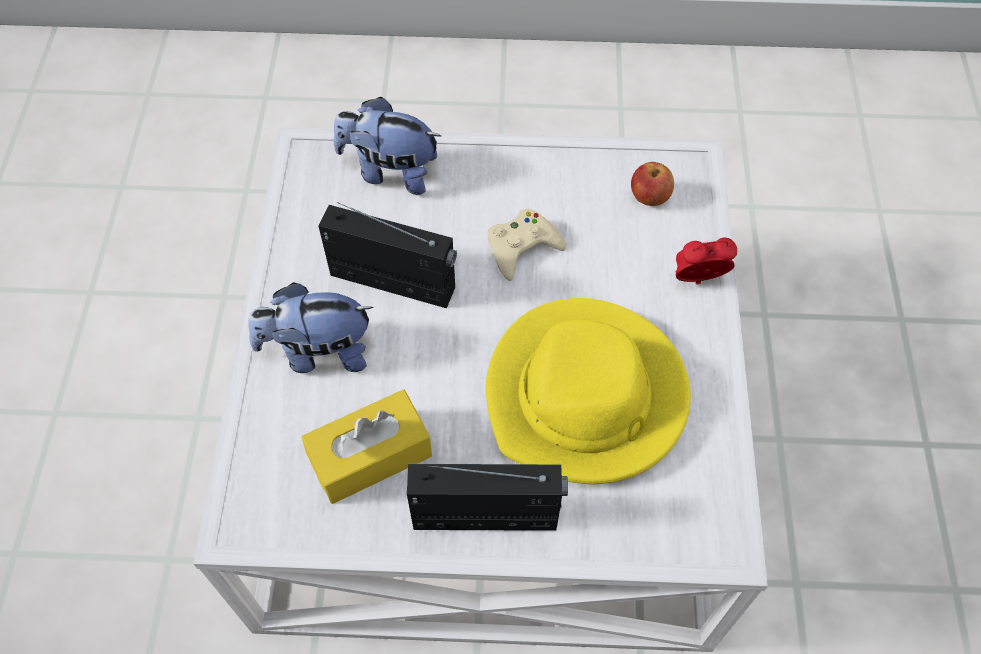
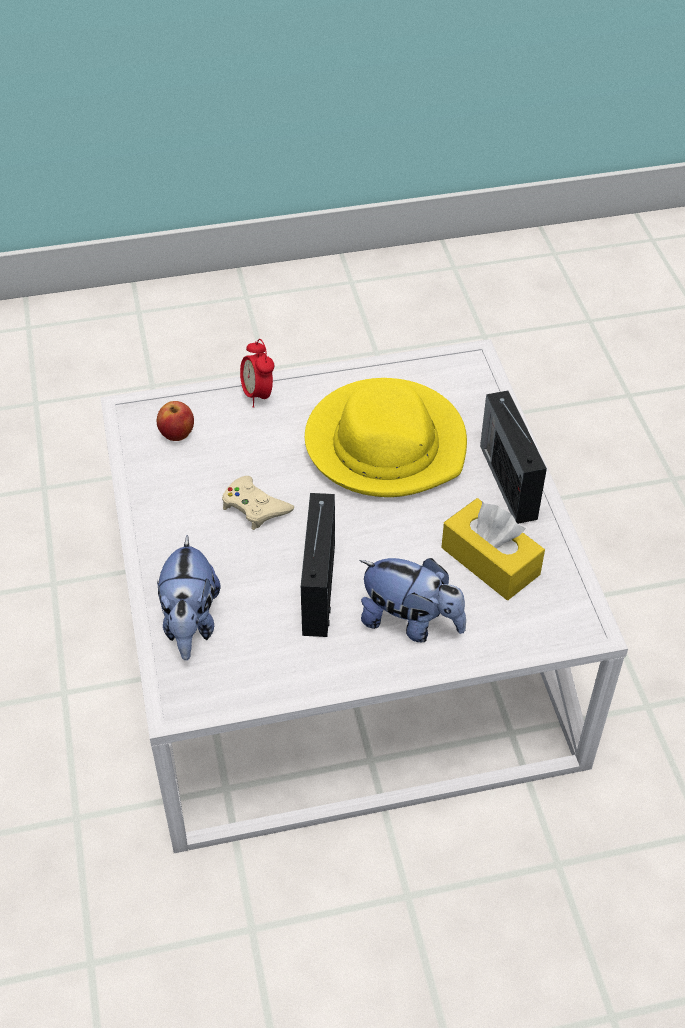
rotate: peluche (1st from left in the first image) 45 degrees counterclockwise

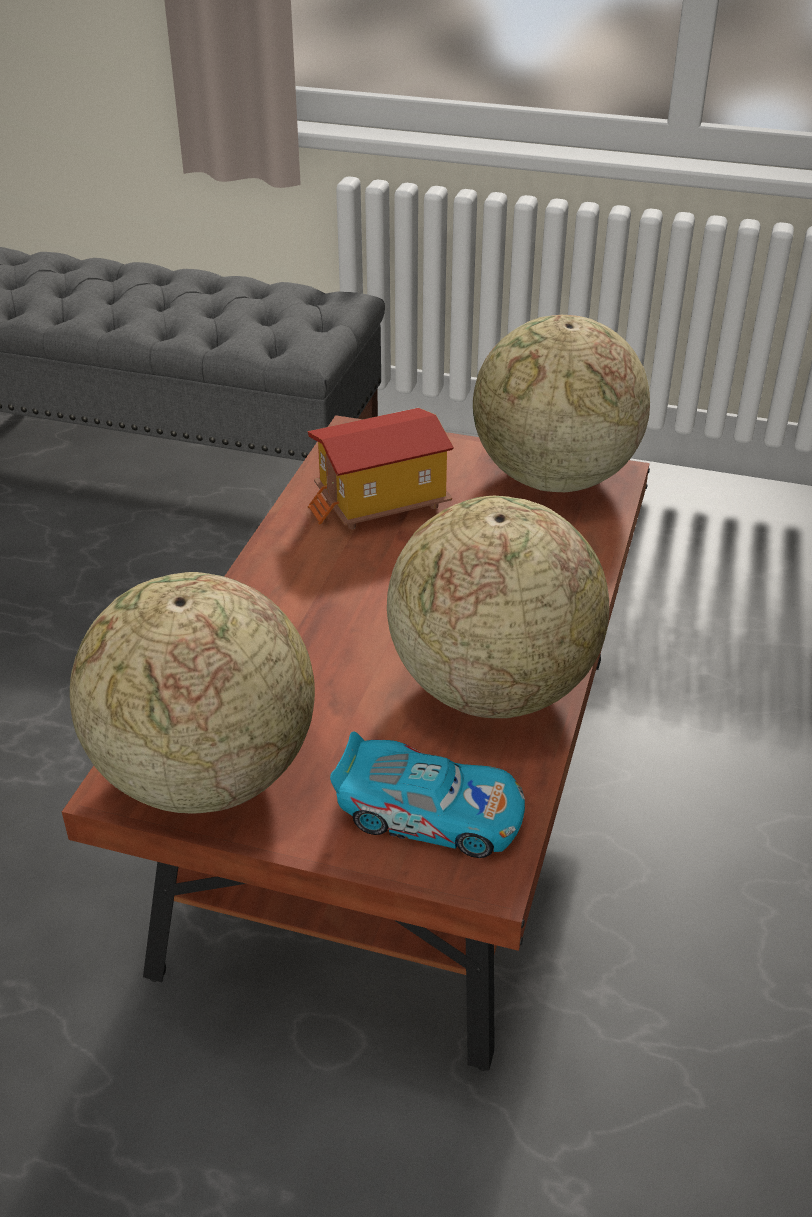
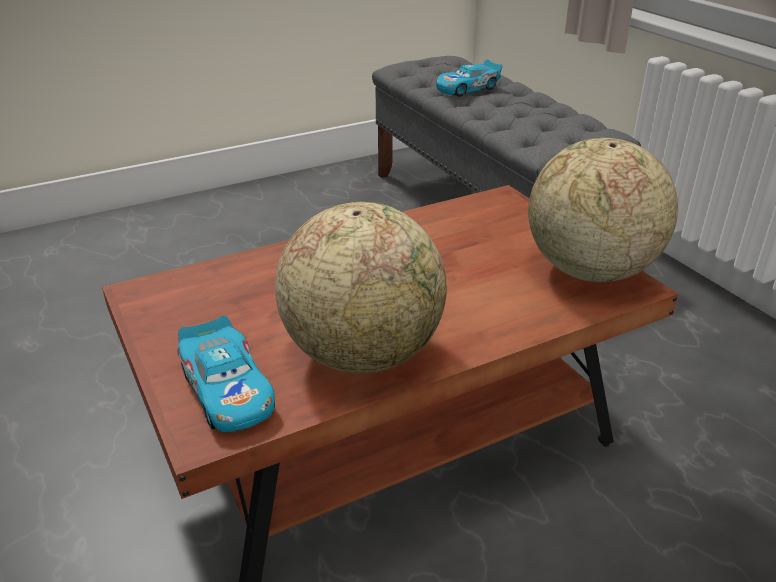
delete: maison miniature; globe (1st from left)
insert: petite voiture (2nd from left)

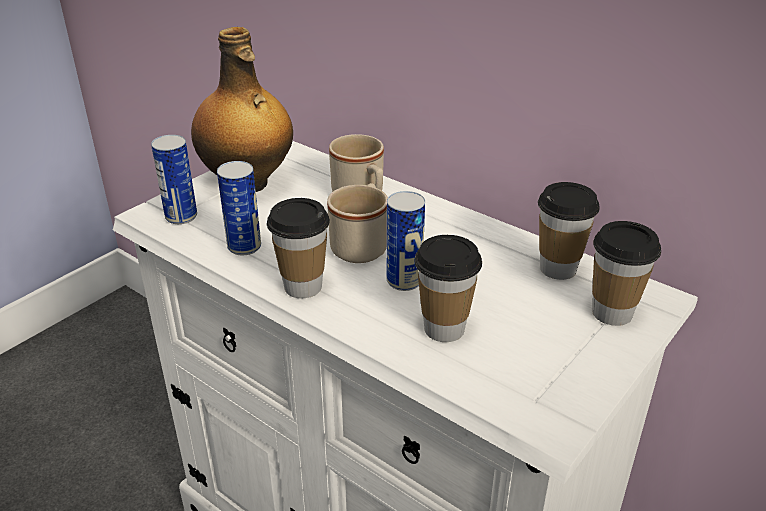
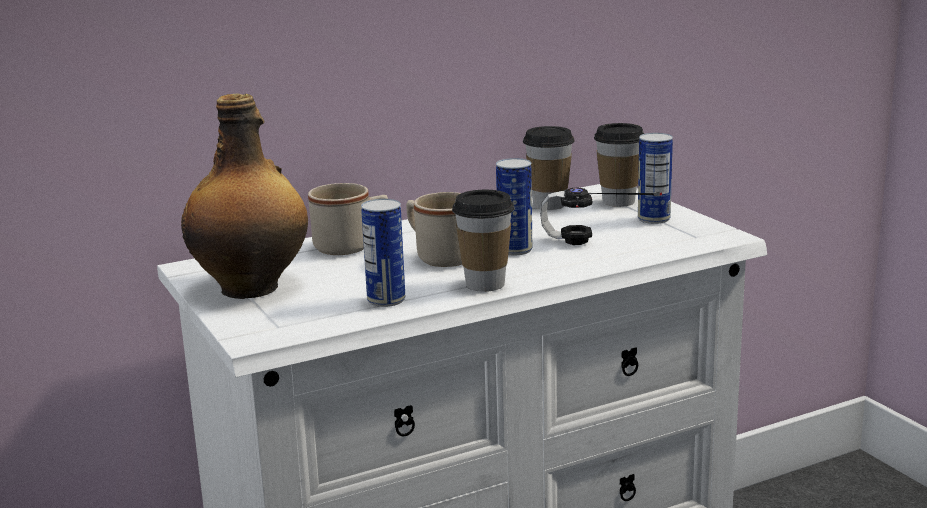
move: boîte métallique (1st from left in the first image) to boîte métallique (3rd from left)
replace: tasse (2nd from left) to casque audio

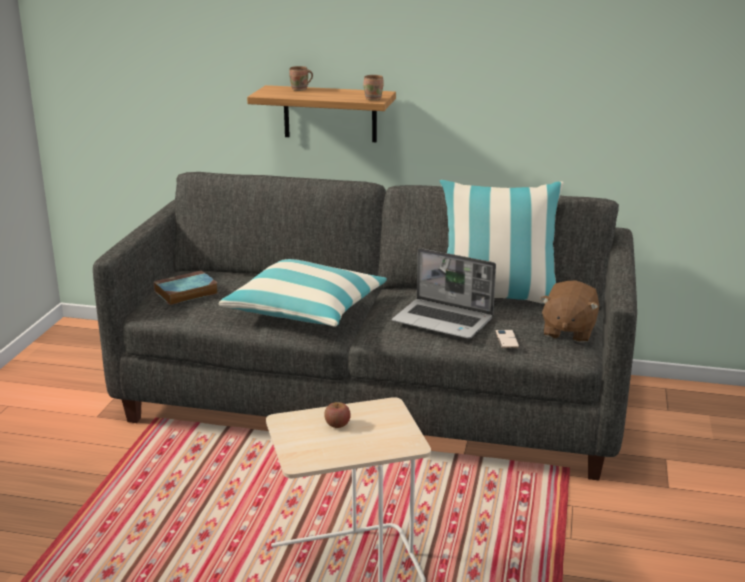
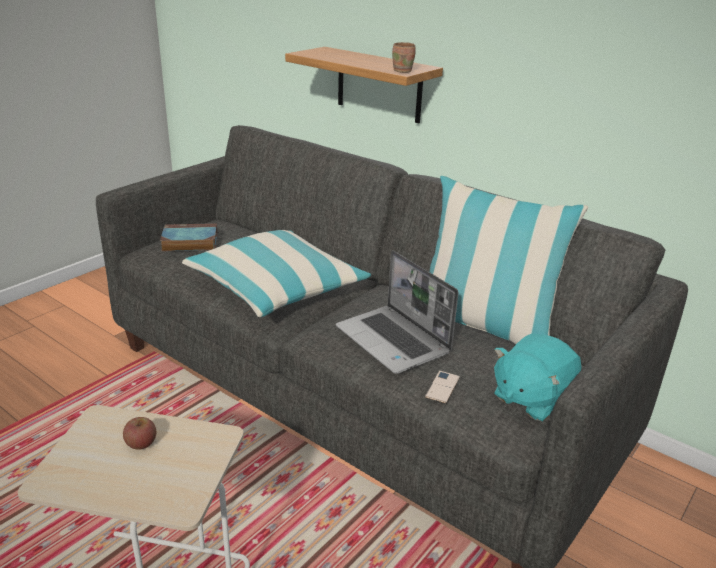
delete: mug (marron) (1st from left)
recolor: peluche (marron) to peluche (turquoise)

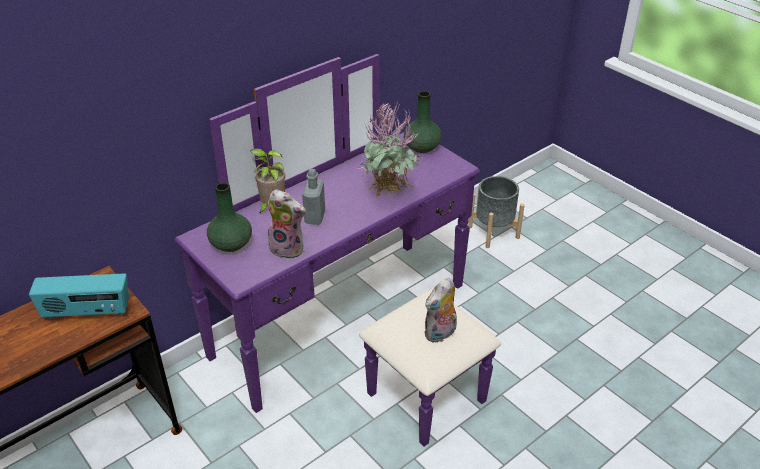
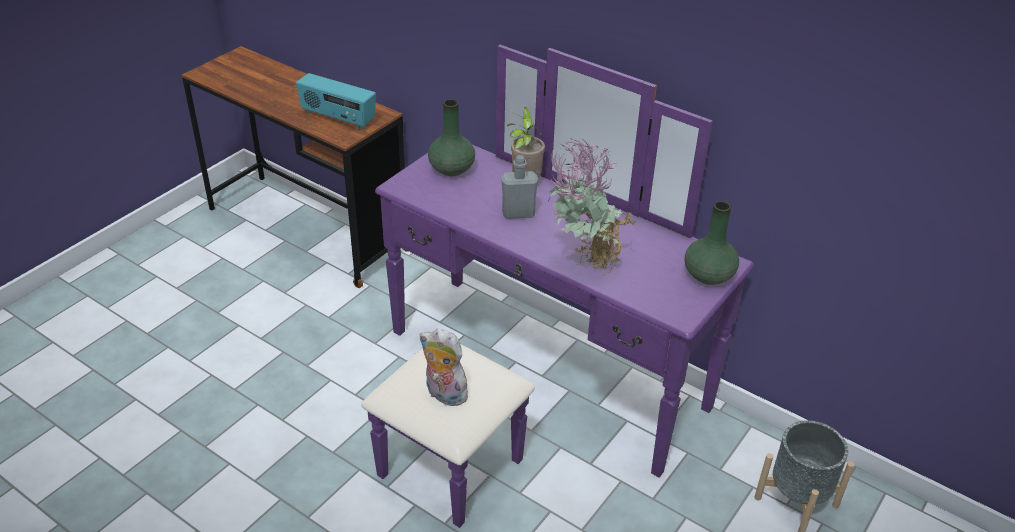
delete: peluche (1st from left)
rotate: radio 45 degrees counterclockwise

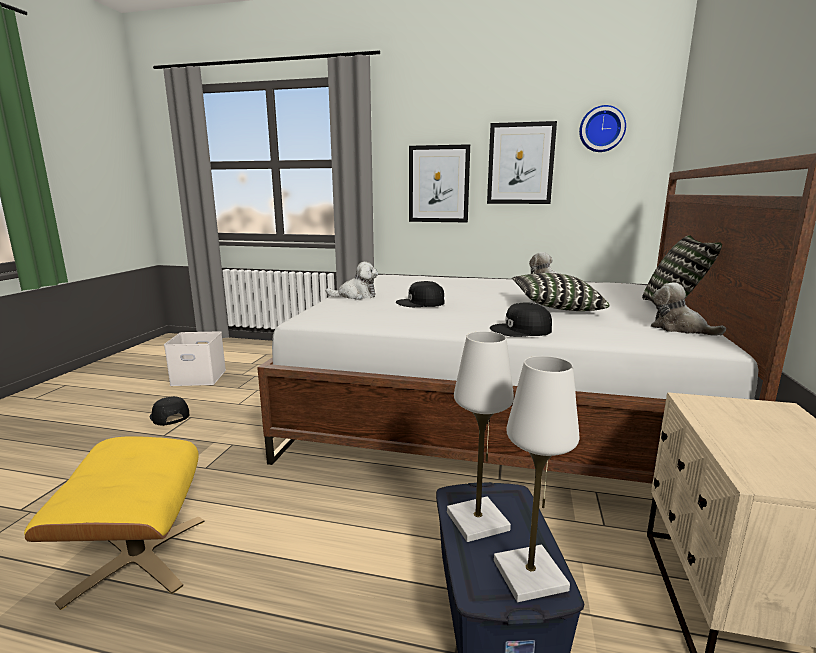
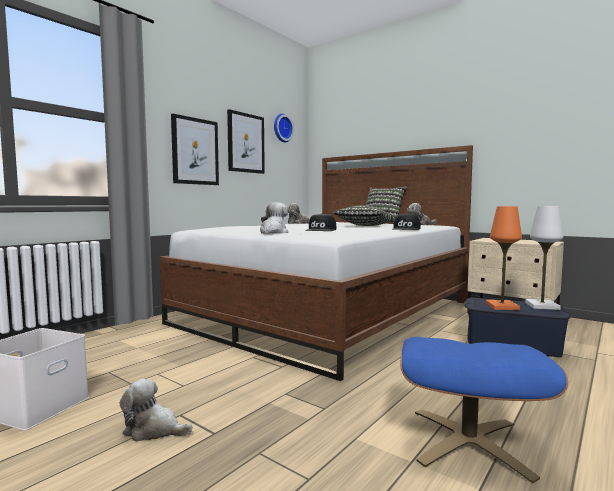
replace: casquette (noir) (1st from left) to peluche (1st from left)
recolor: lampe de table (blanc) (1st from left) to lampe de table (orange); pouf (jaune) to pouf (bleu)

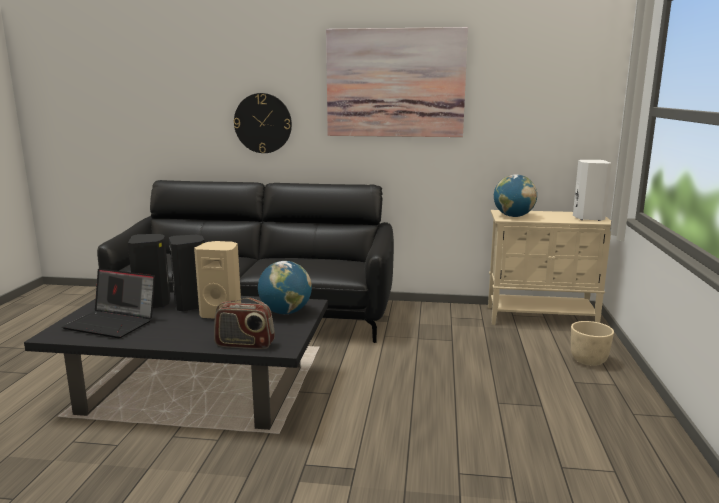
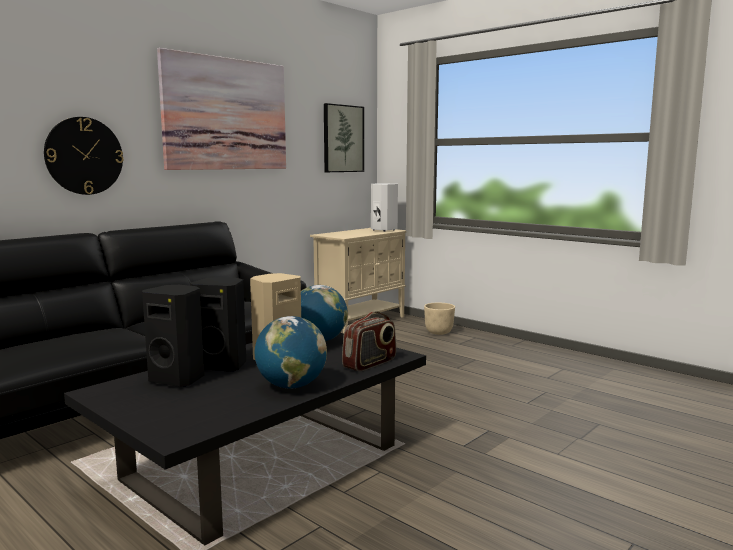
delete: ordinateur portable
insert: tableau (2nd from left)
move: globe (2nd from left in the first image) to globe (1st from left)

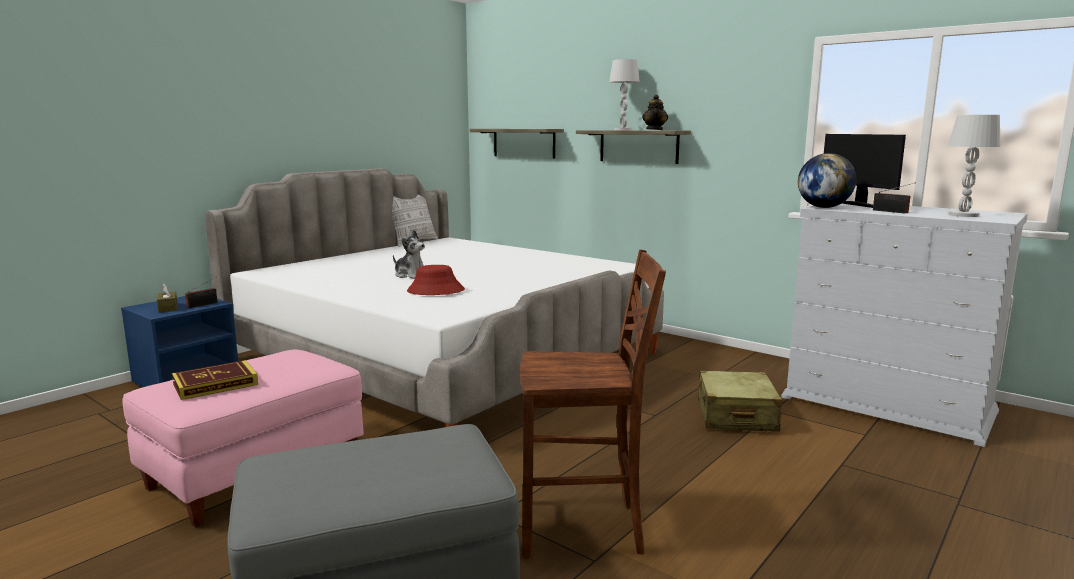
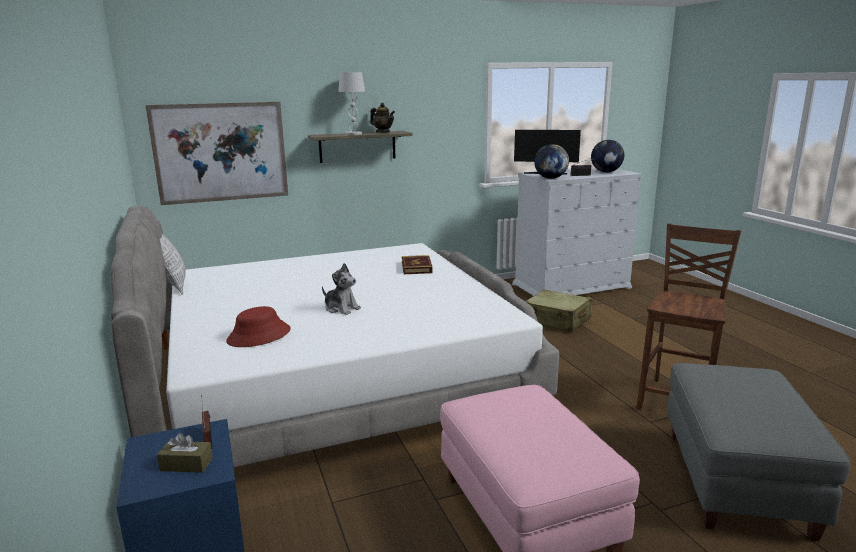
move: chapeau (rouge); livre
replace: lampe de table (blanc) (2nd from left) to globe (2nd from left); étagère (1st from left) to tableau
rotate: peluche 60 degrees clockwise

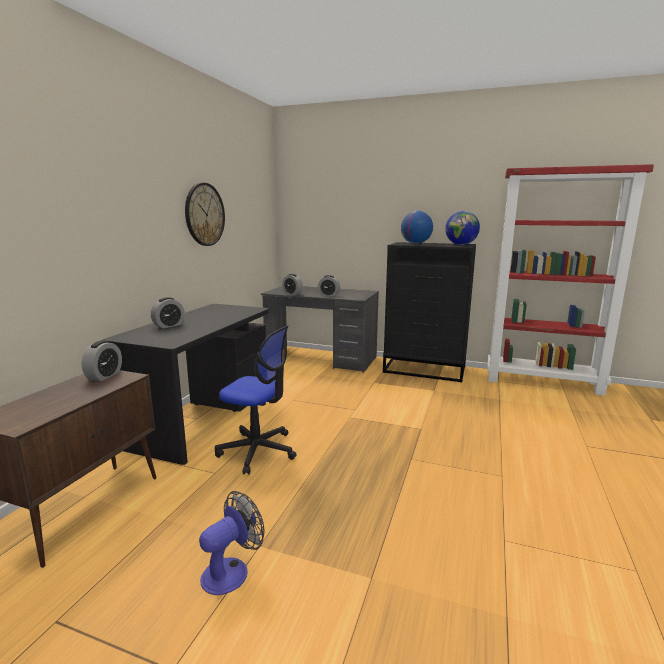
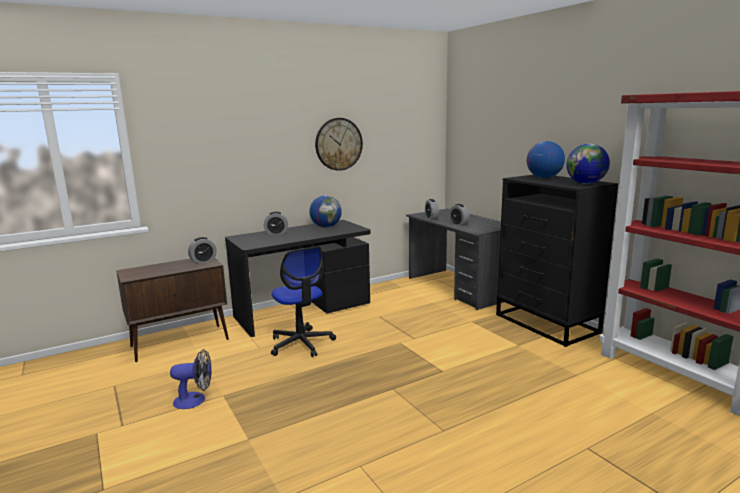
insert: globe (1st from left)

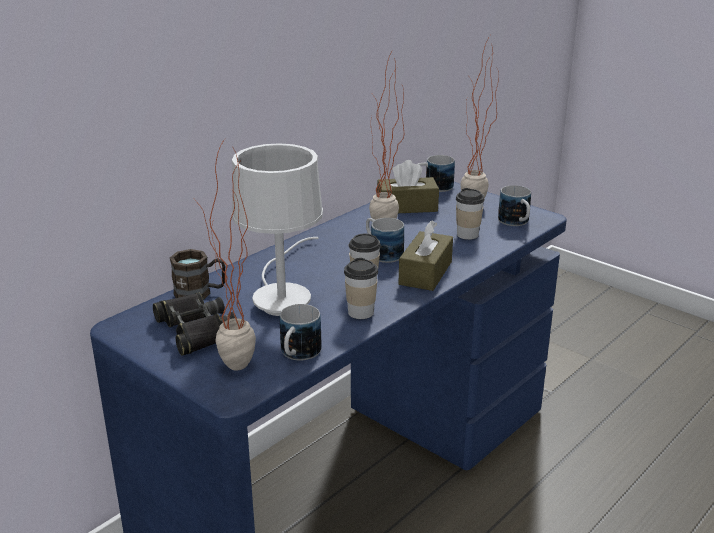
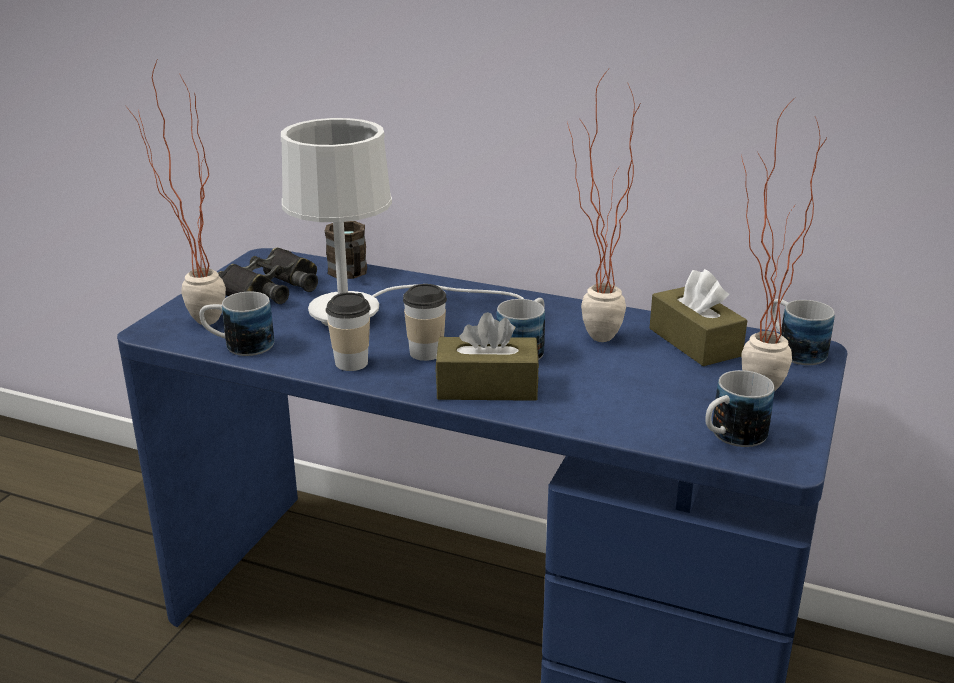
delete: tasse (3rd from left)

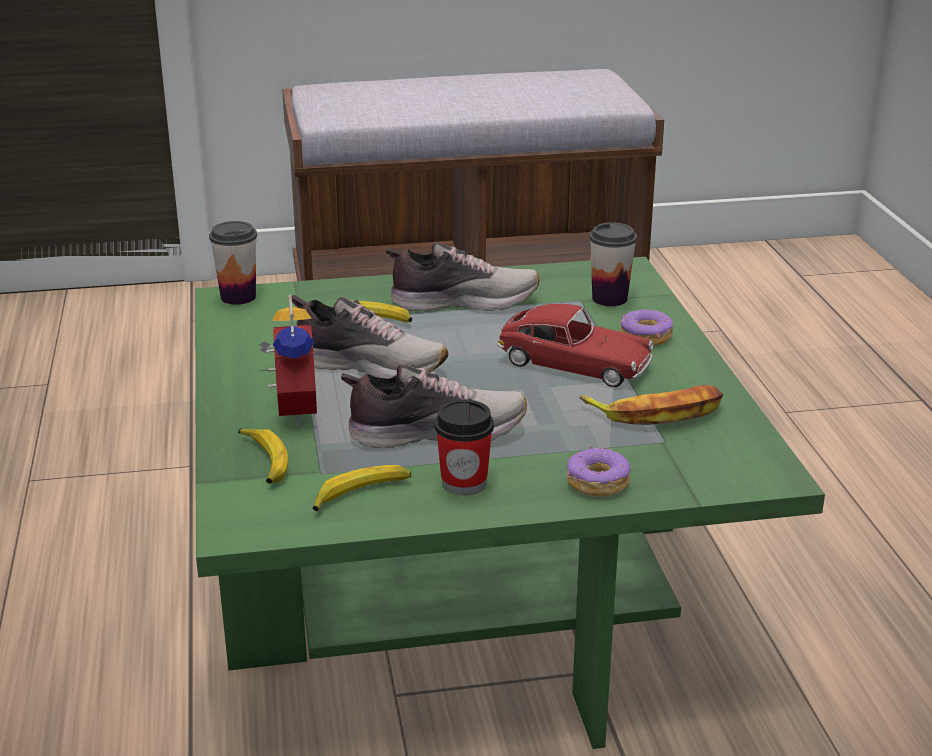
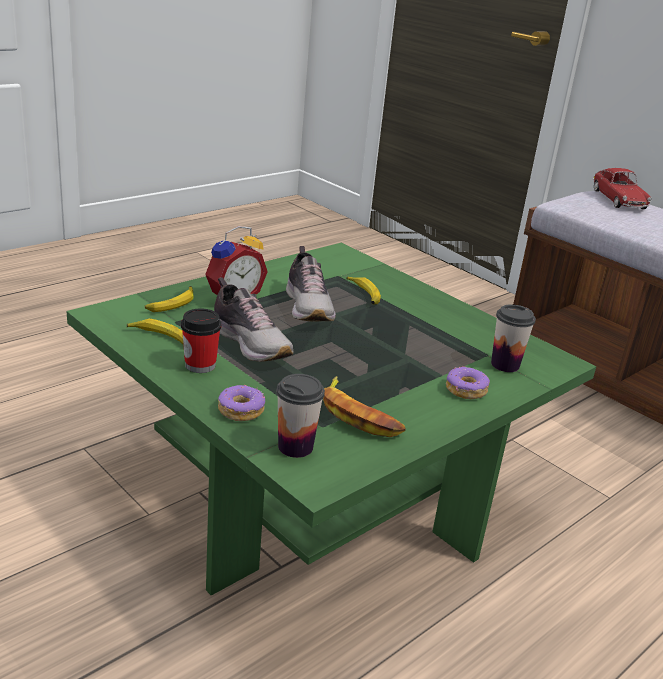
delete: chaussure (3rd from left)
move: tasse (1st from left in the first image) to tasse (2nd from left); petite voiture

